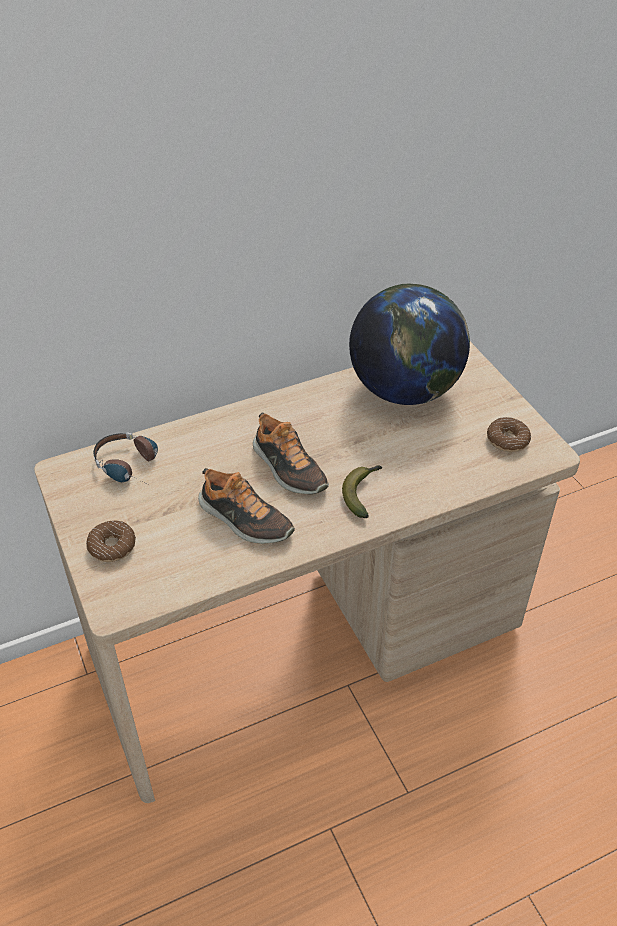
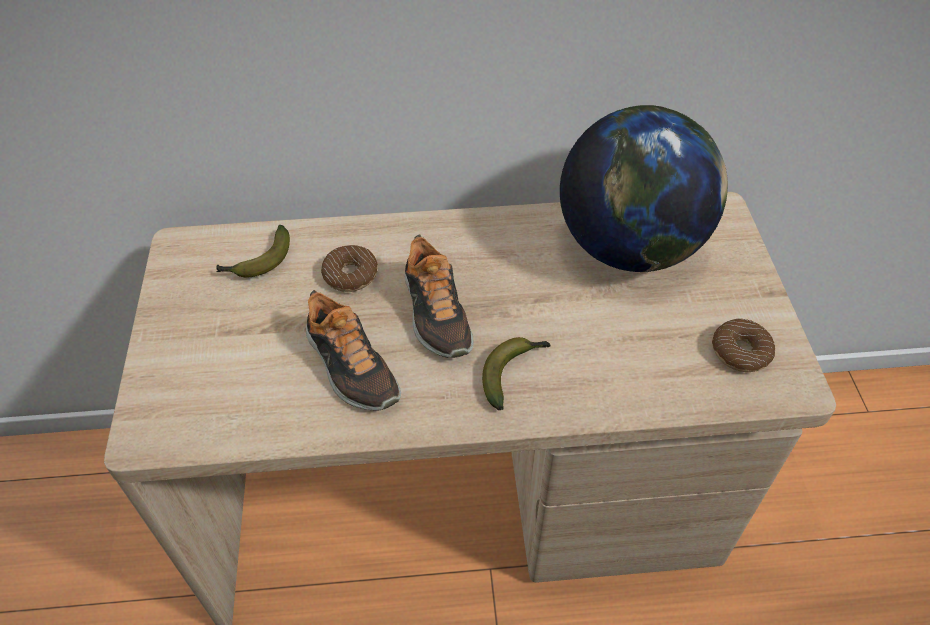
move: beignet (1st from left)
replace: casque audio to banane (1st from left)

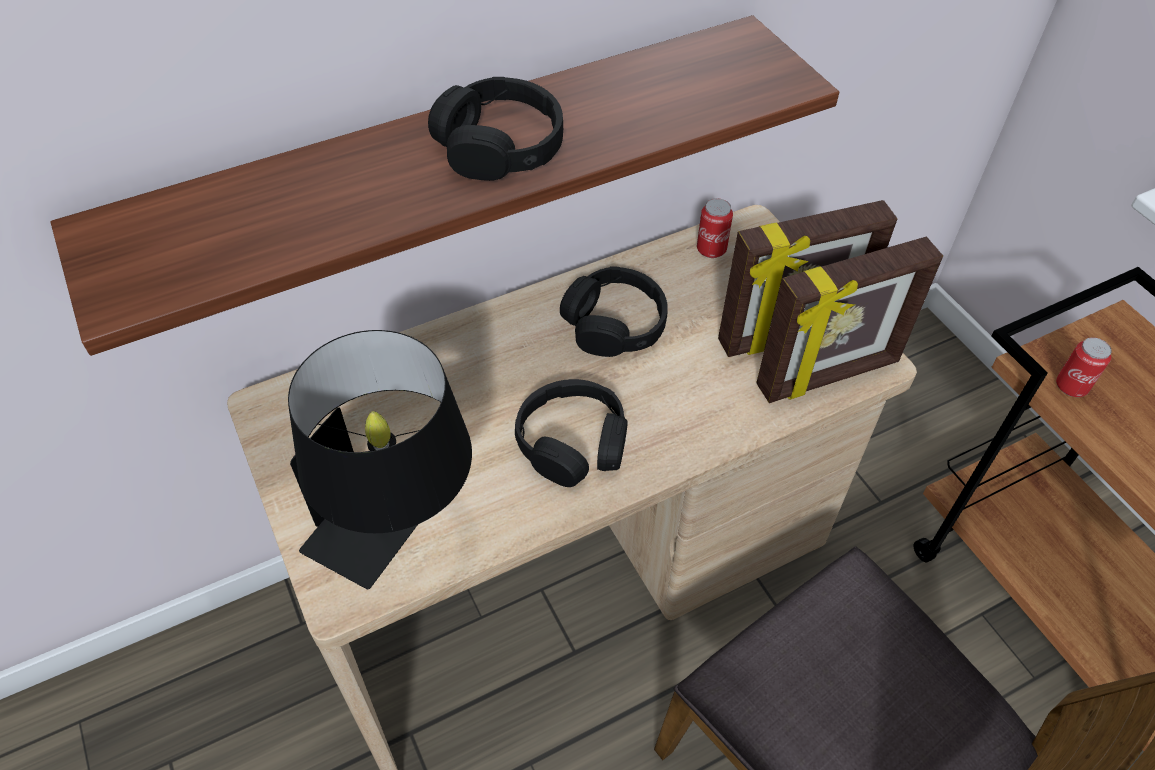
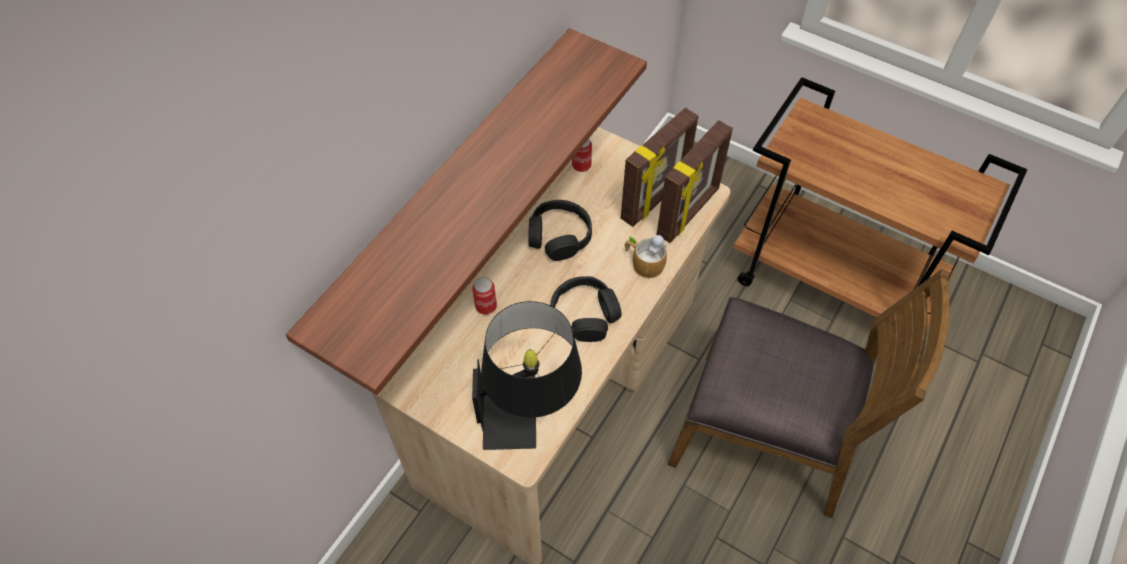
delete: casque audio (noir) (1st from left)
insert: mug
move: boîte métallique (2nd from left in the first image) to boîte métallique (1st from left)

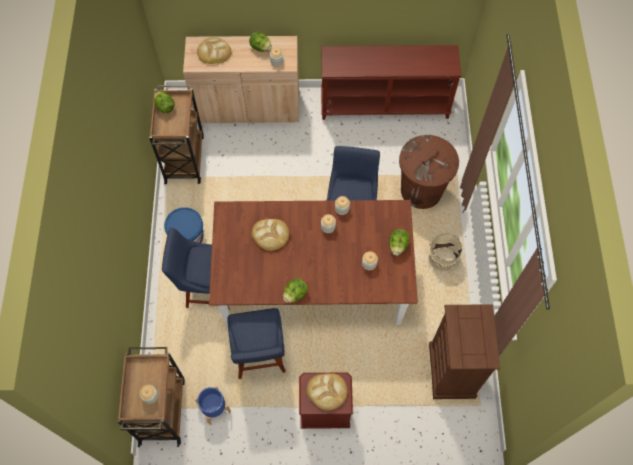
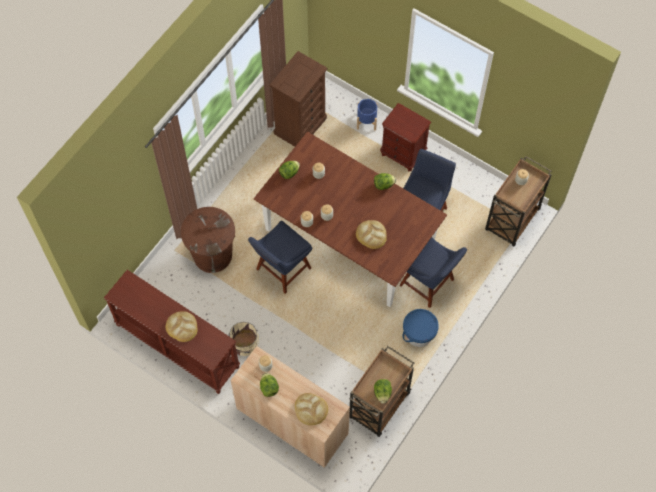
move: seau (beige); pain (3rd from left in the first image) to pain (1st from left); cache-pot (bleu)

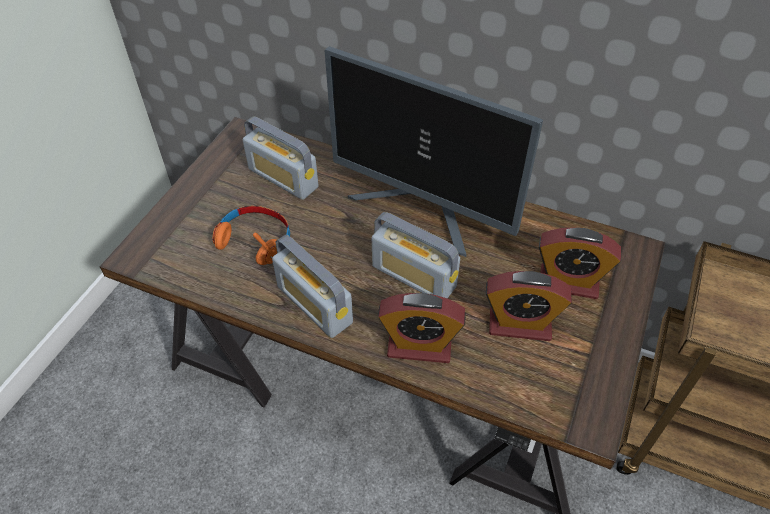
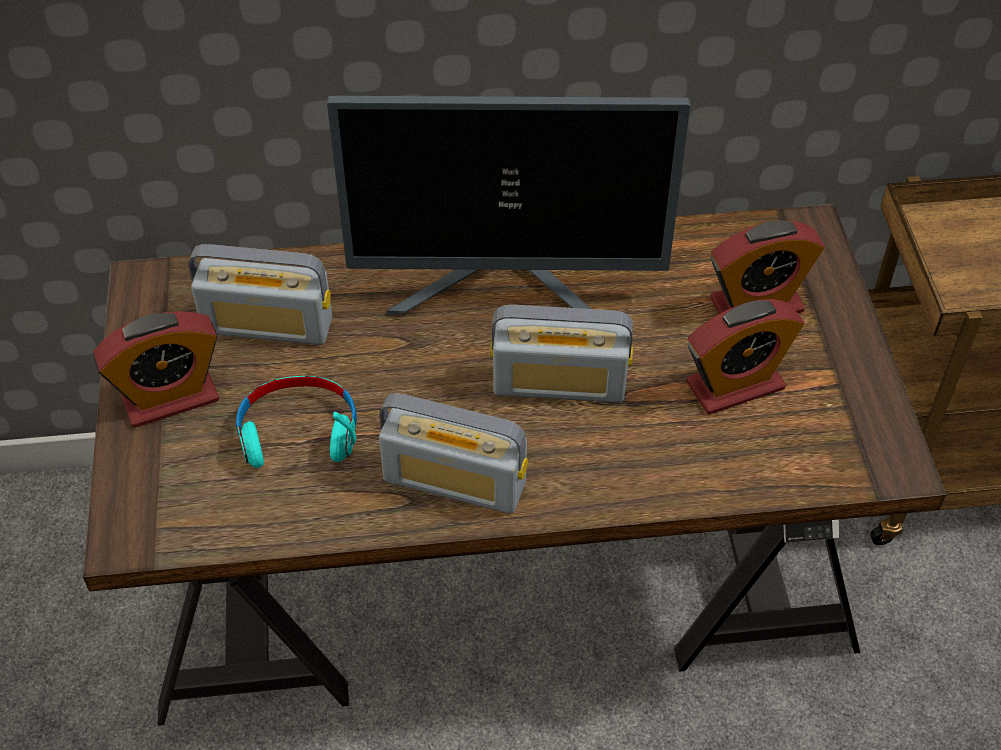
move: réveil (1st from left)
recolor: casque audio (orange) to casque audio (turquoise)

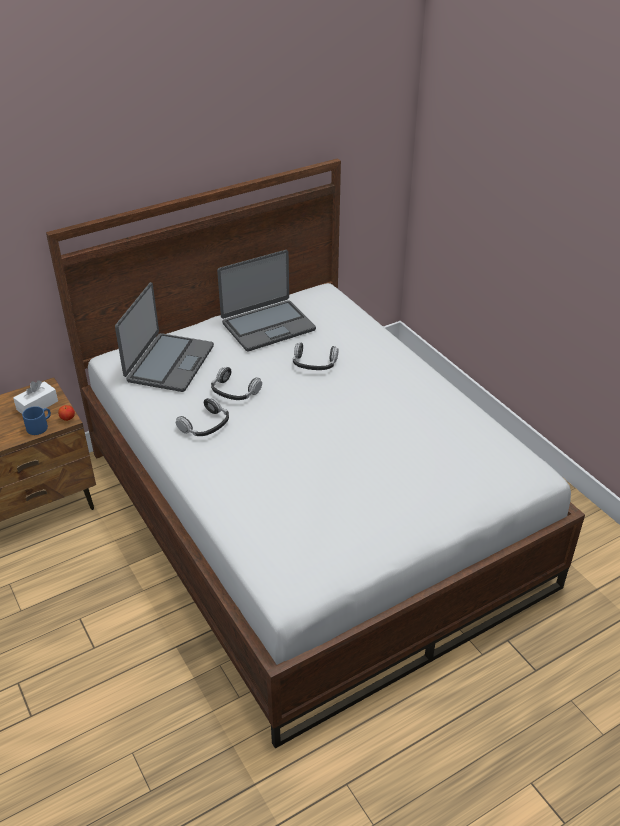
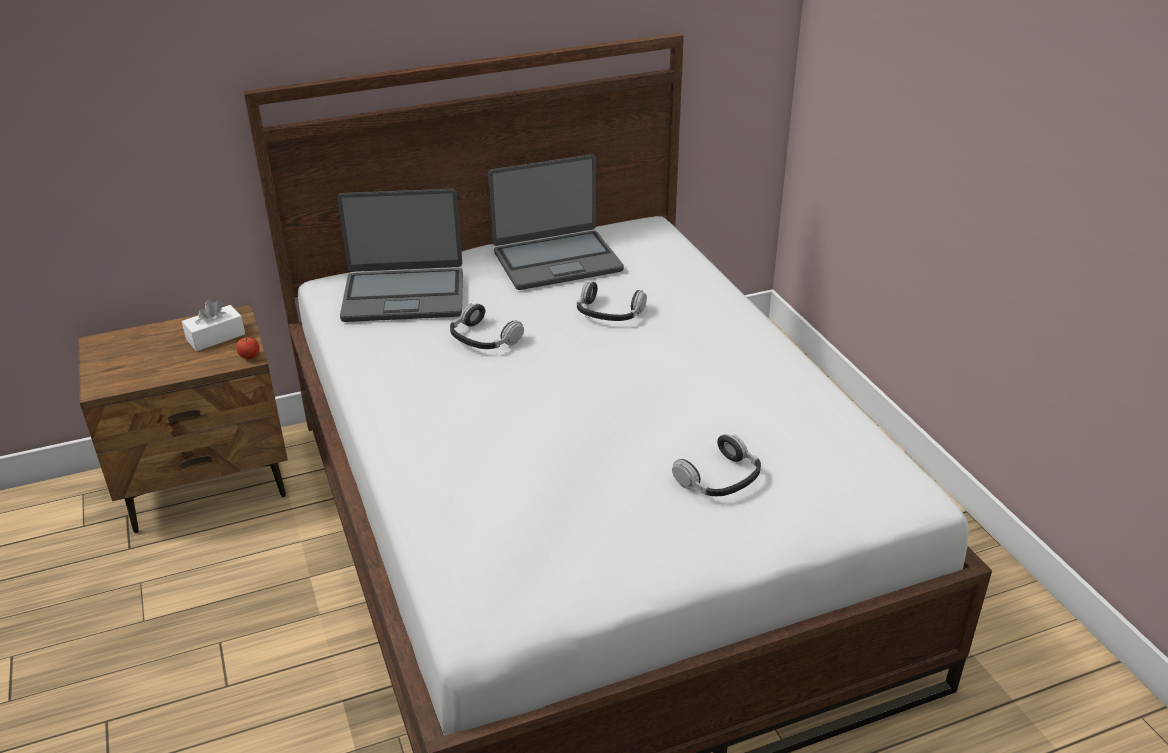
delete: mug (bleu)
move: casque audio (1st from left in the first image) to casque audio (3rd from left)
rotate: ordinateur portable (1st from left) 60 degrees clockwise

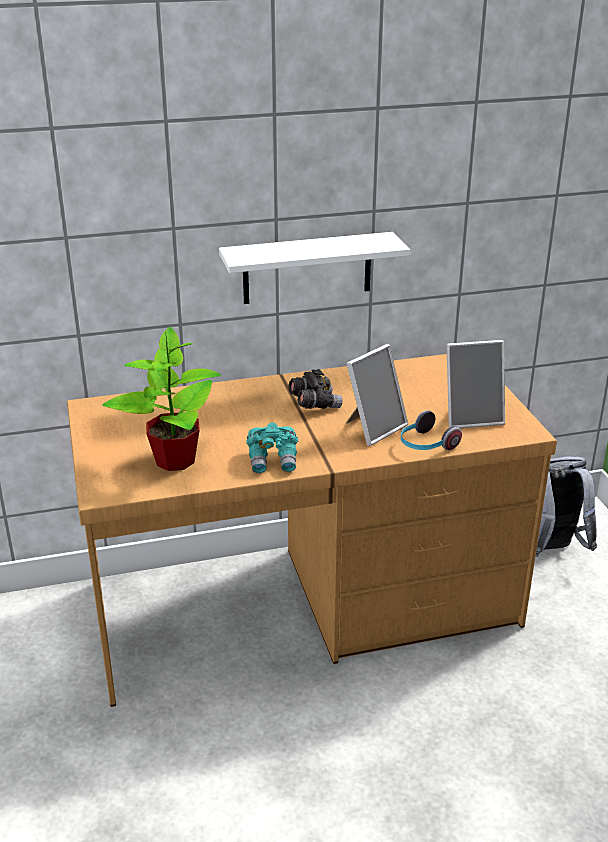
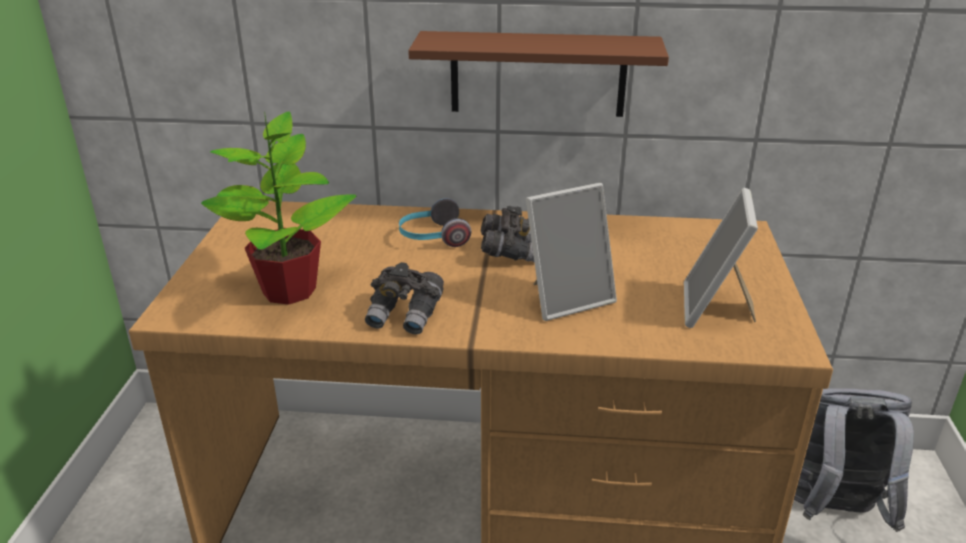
move: casque audio
recolor: étagère (blanc) to étagère (marron); jumelles (turquoise) to jumelles (gris) (1st from left)
rotate: cadre photo (2nd from left) 90 degrees clockwise

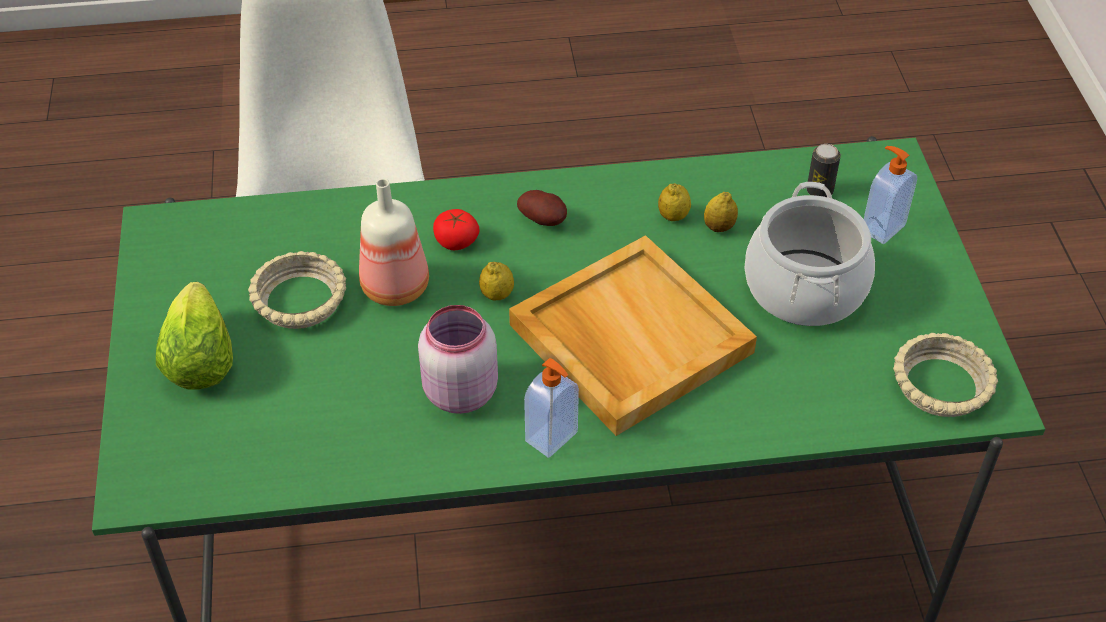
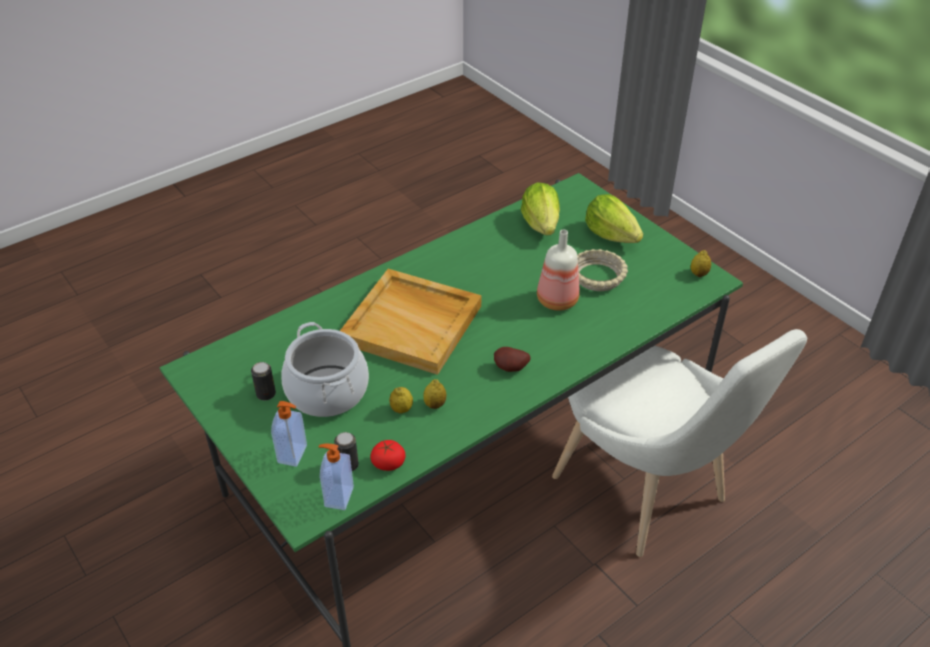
delete: bocal (rose); bol (beige) (2nd from left)
insert: laitue (1st from left); boîte métallique (1st from left)
move: tomate; citron (1st from left in the first image) to citron (3rd from left); distributeur de savon (1st from left in the first image) to distributeur de savon (2nd from left)

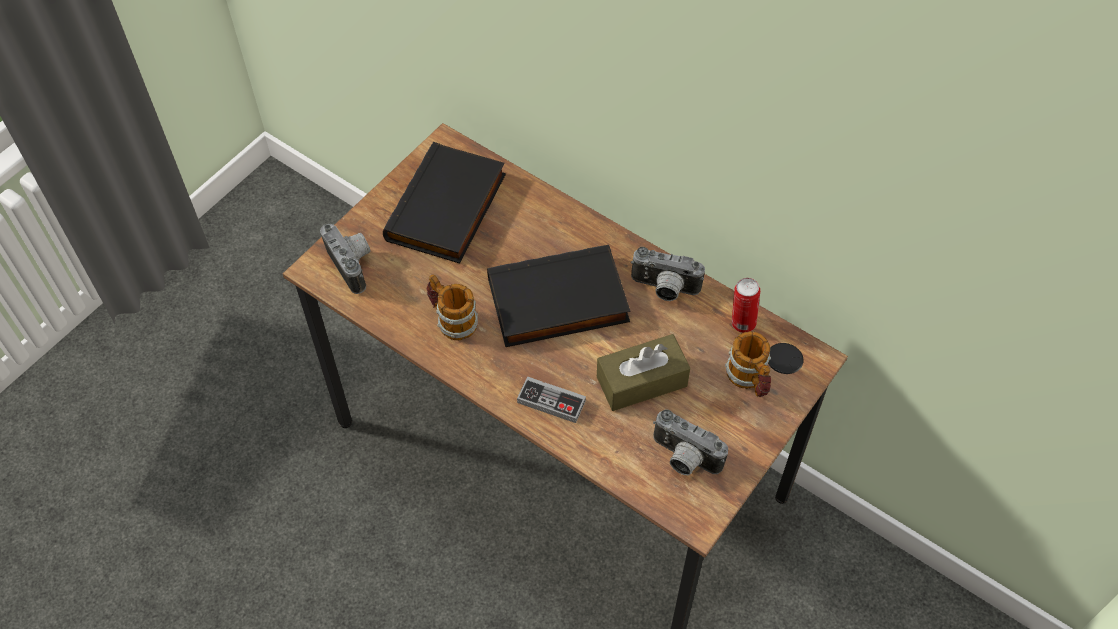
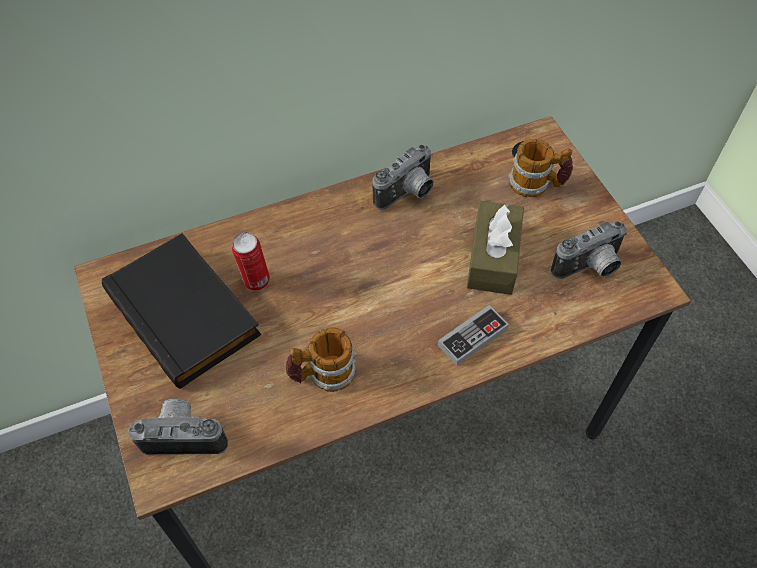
delete: livre (noir) (2nd from left)
move: boîte métallique

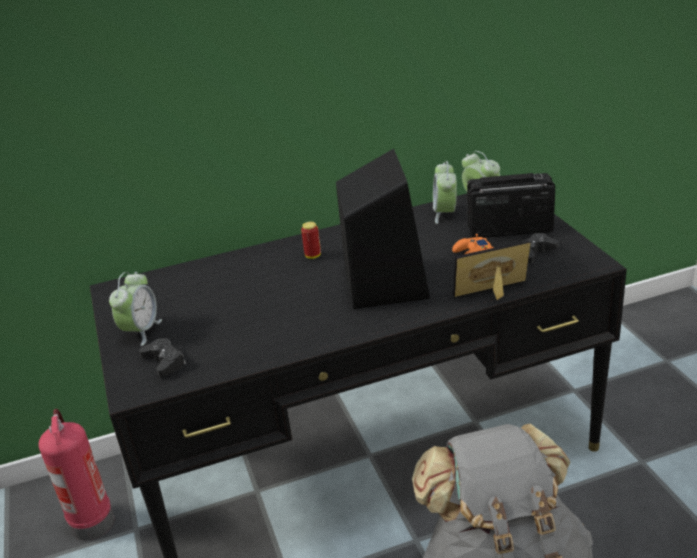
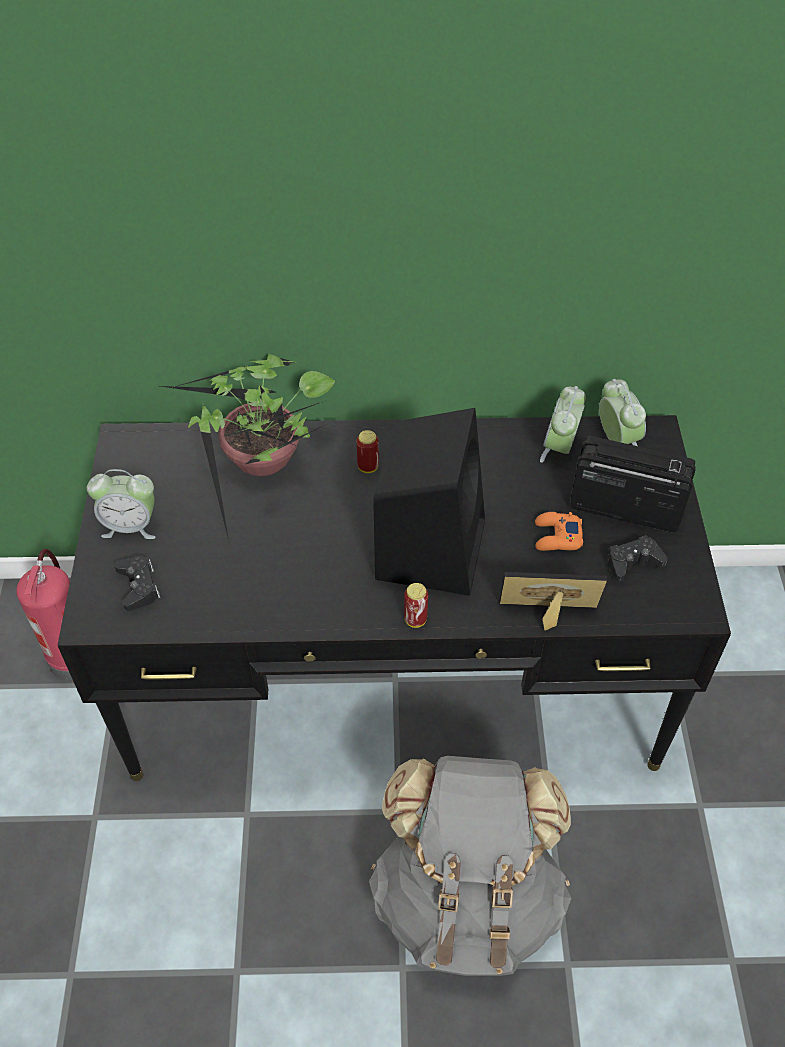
insert: plante en pot; boîte métallique (2nd from left)
rotate: réveil (1st from left) 60 degrees clockwise

